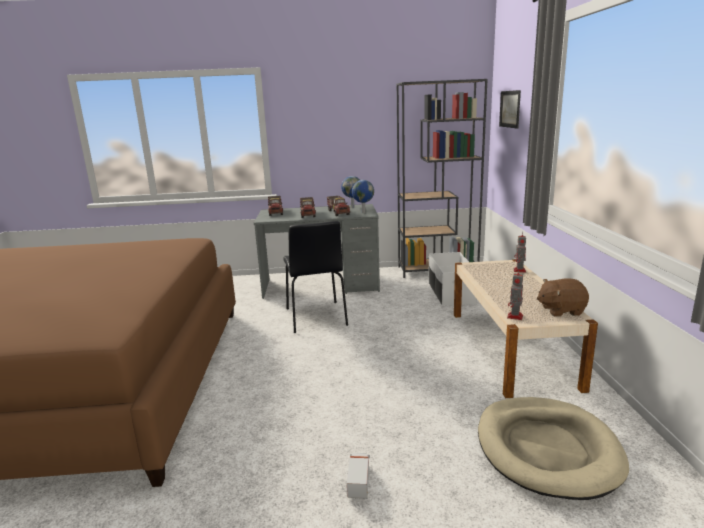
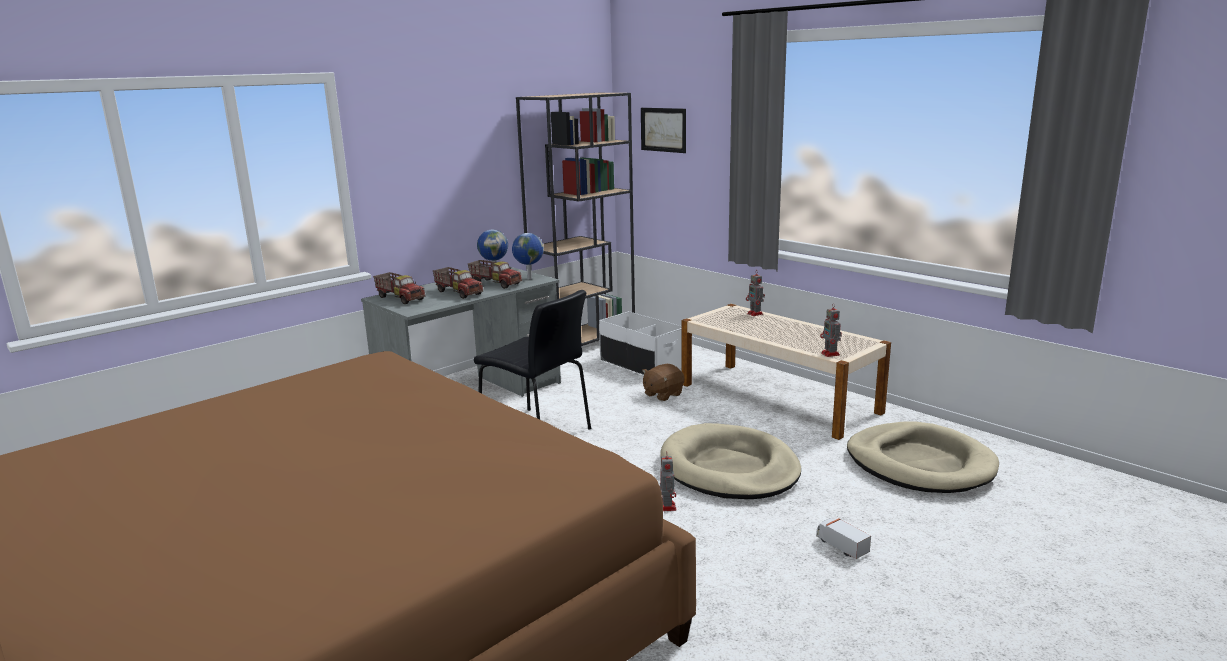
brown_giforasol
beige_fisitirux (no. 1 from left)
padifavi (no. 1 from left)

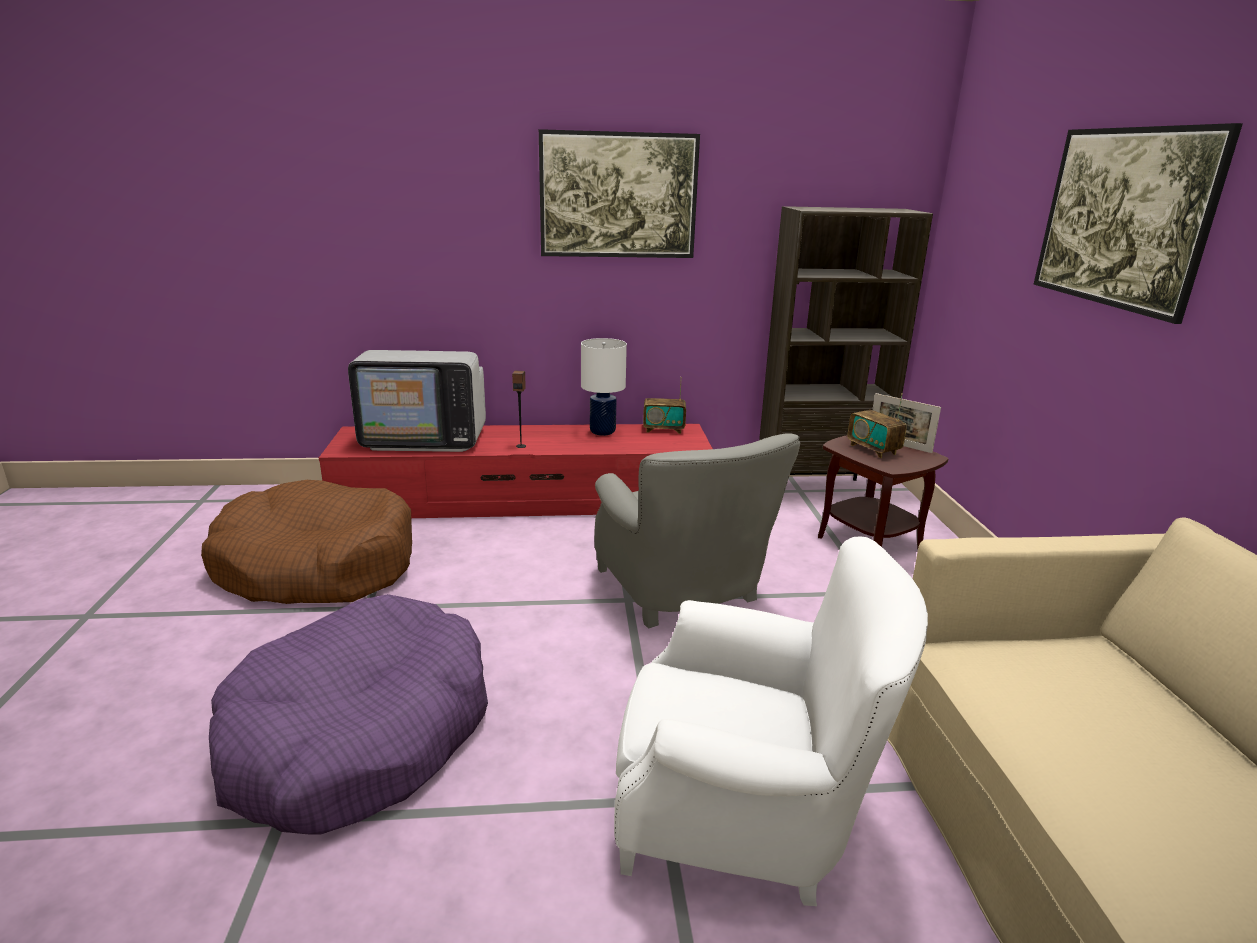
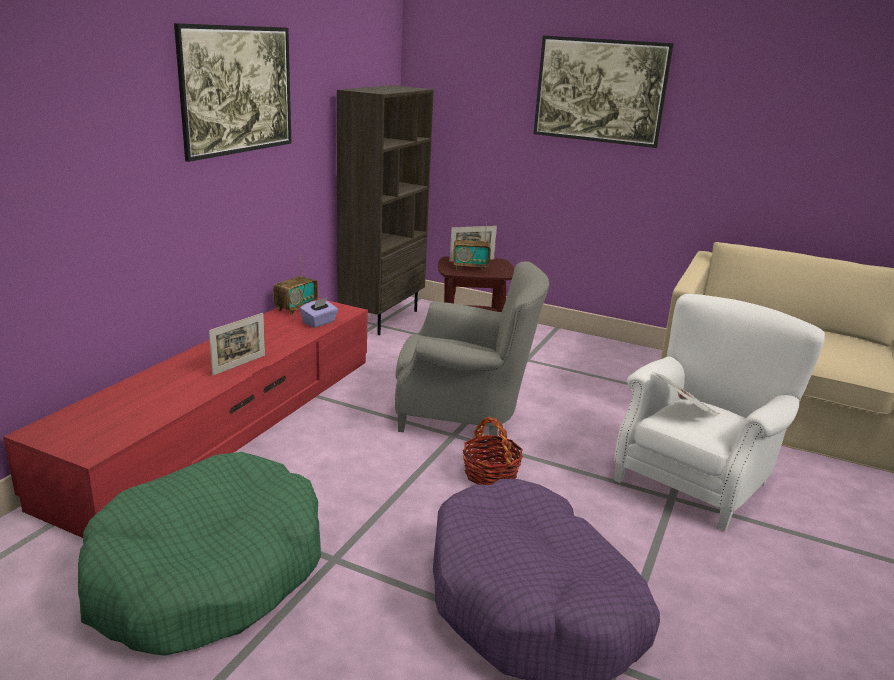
green_fisitirux
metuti
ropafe (no. 1 from left)
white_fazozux
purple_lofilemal
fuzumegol
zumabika

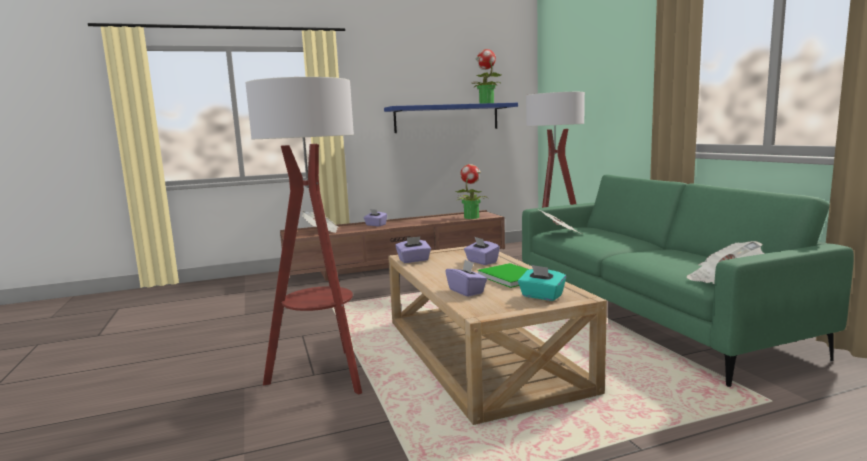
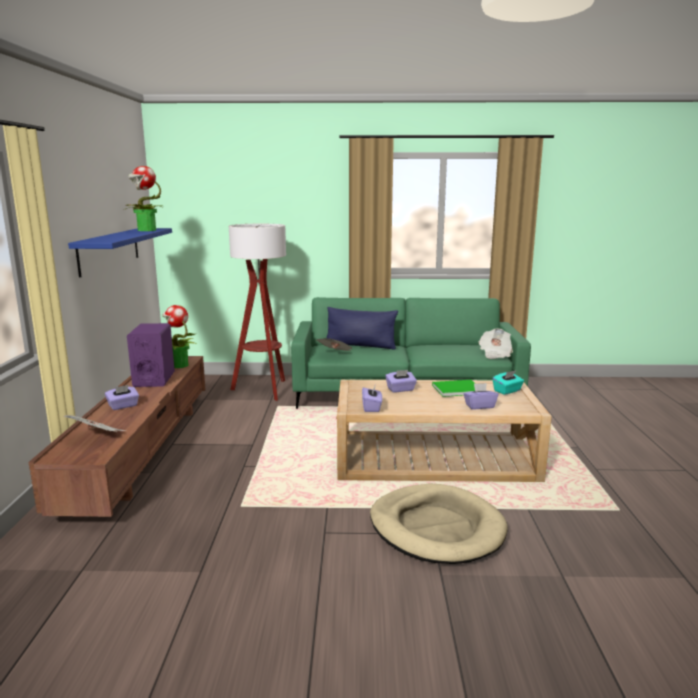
beige_fisitirux
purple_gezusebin
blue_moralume

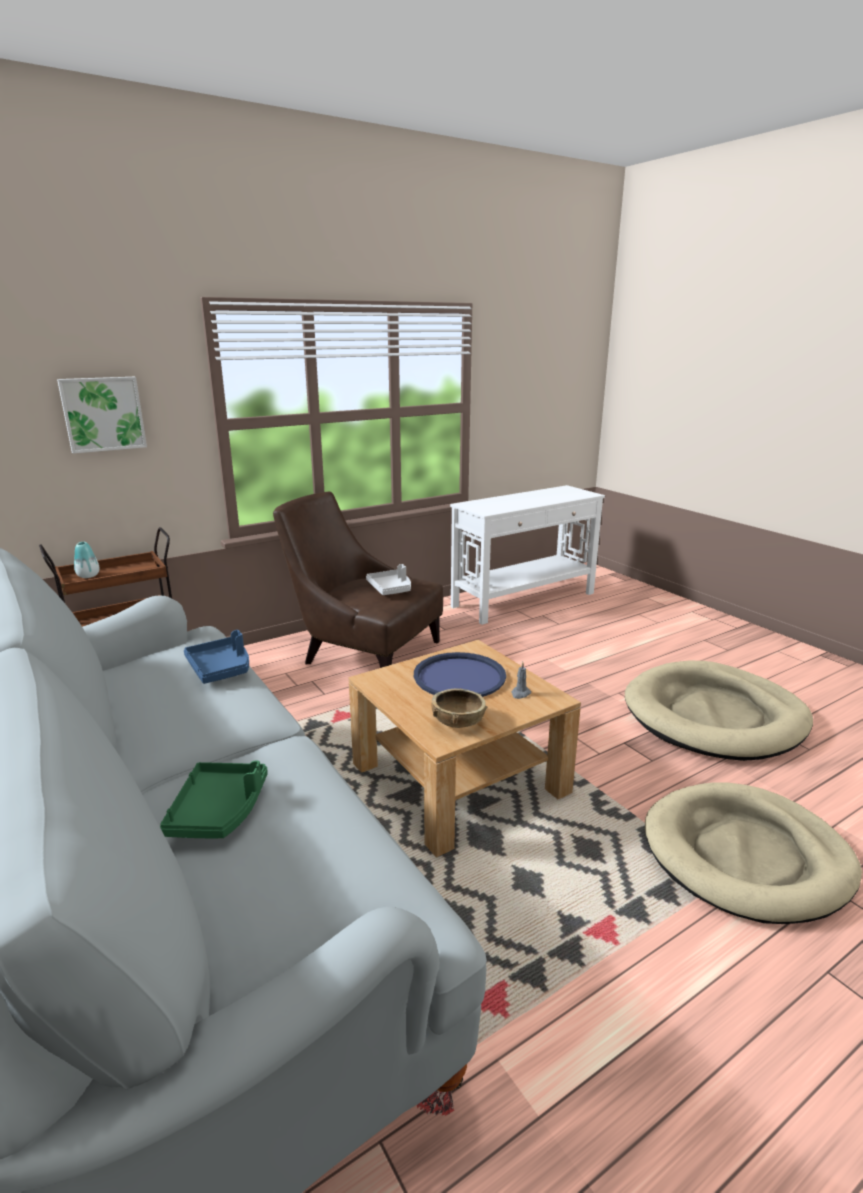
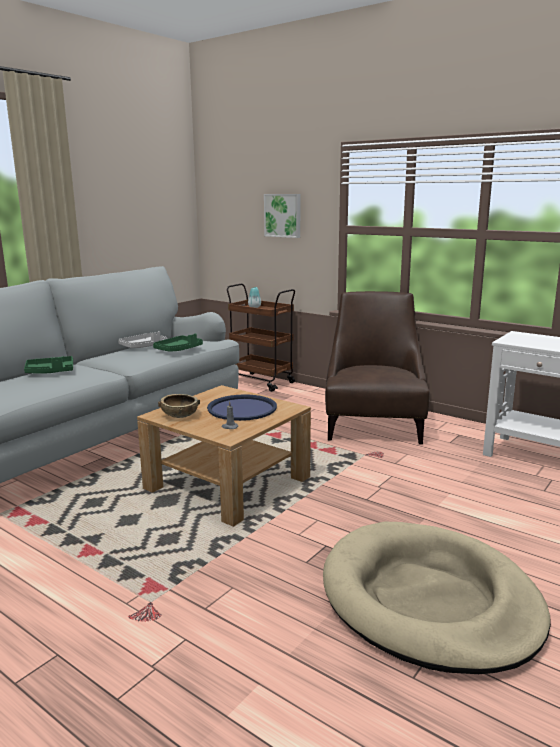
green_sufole (no. 2 from left)
grey_sufole
beige_fisitirux (no. 2 from left in the first image)

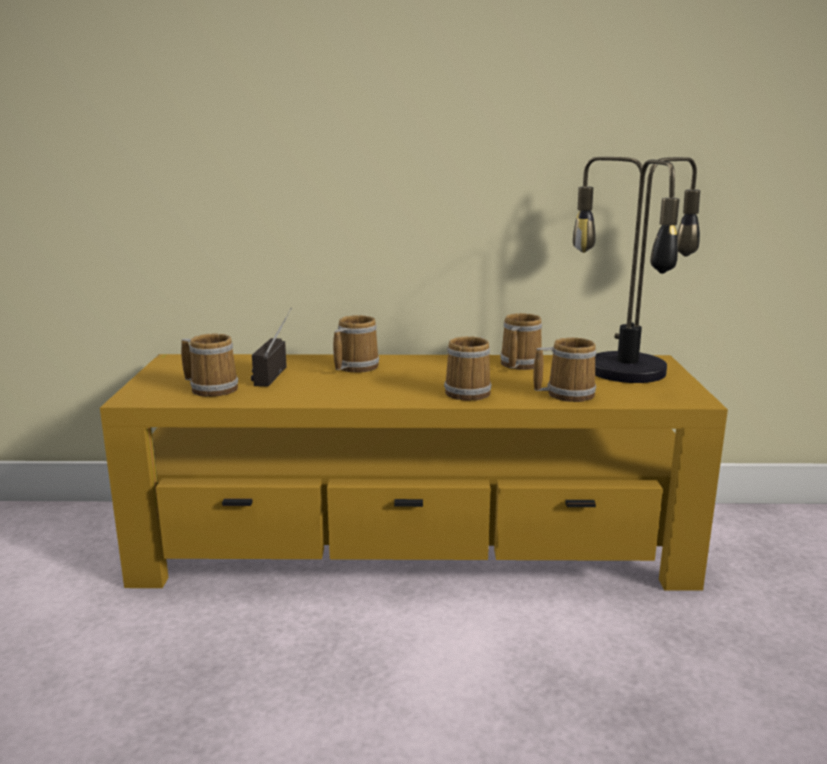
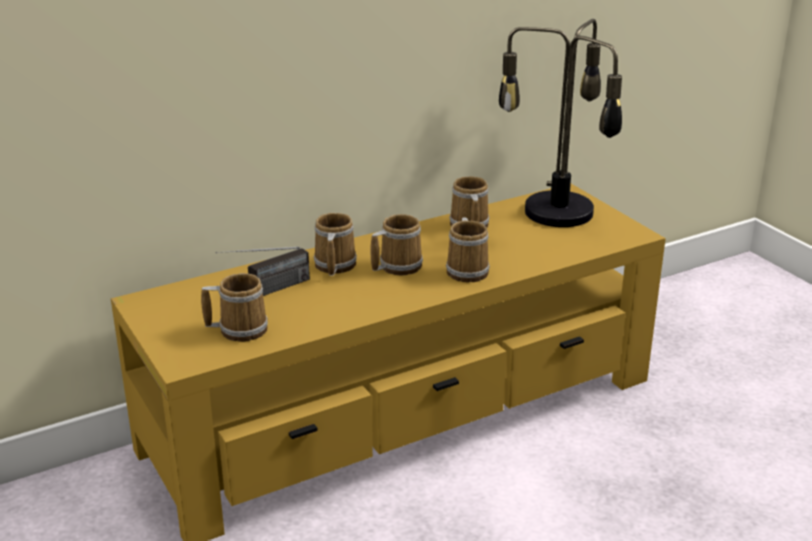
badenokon
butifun (no. 3 from left)

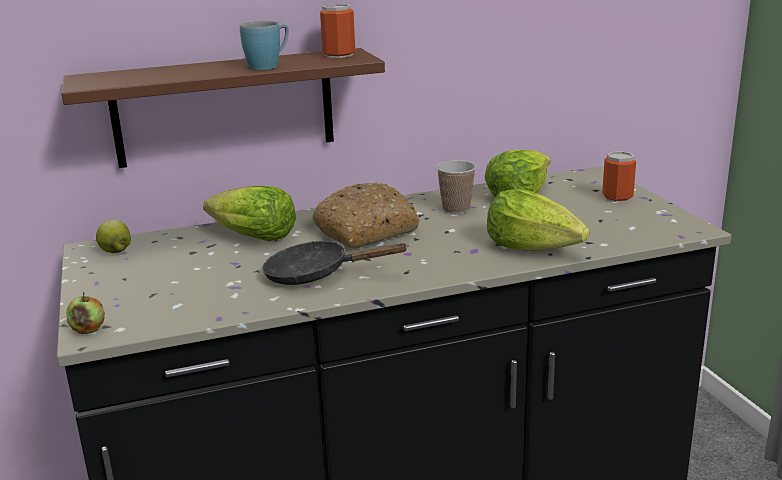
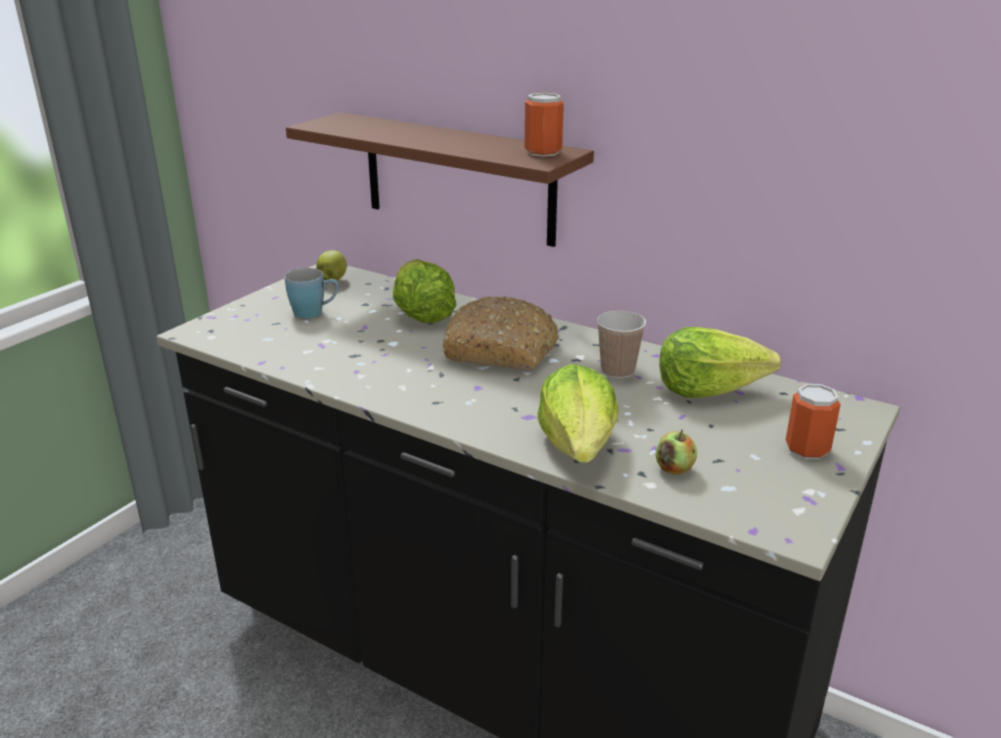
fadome (no. 2 from left)
blue_butifun
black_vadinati

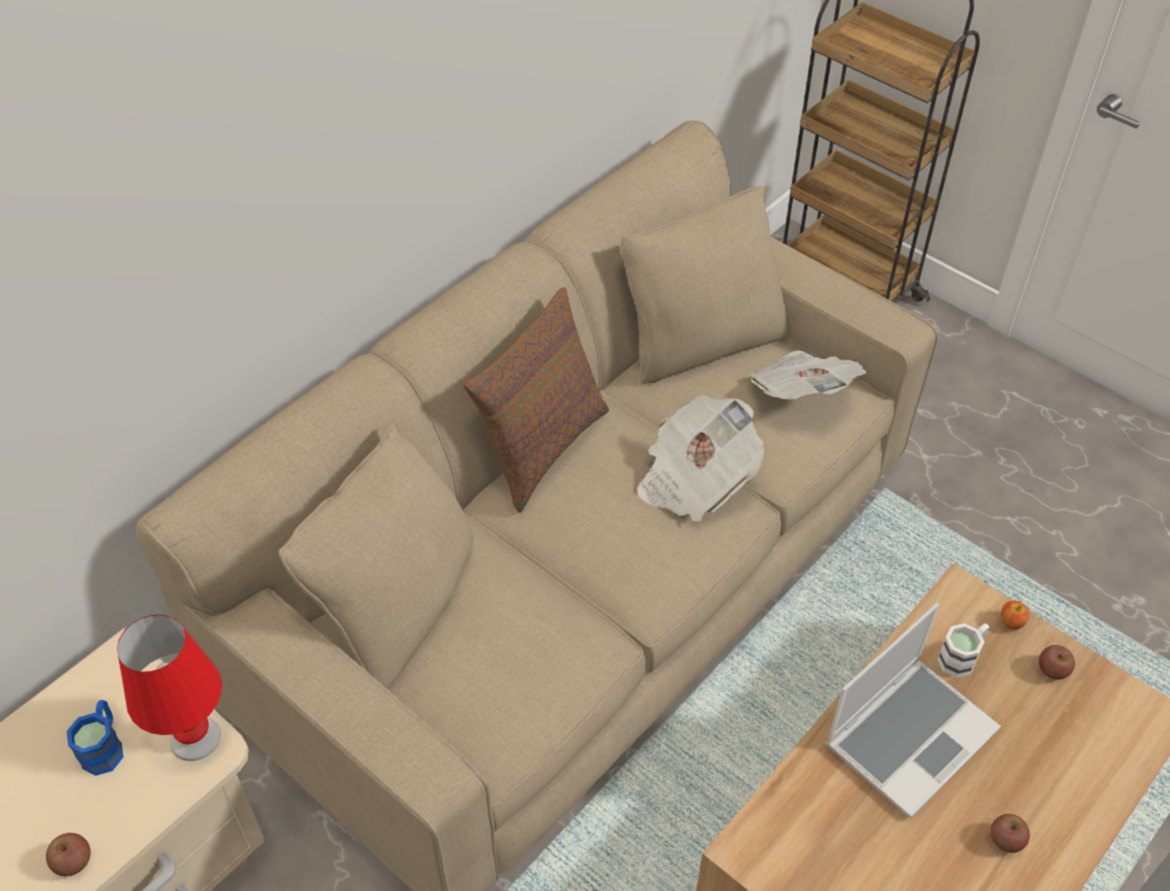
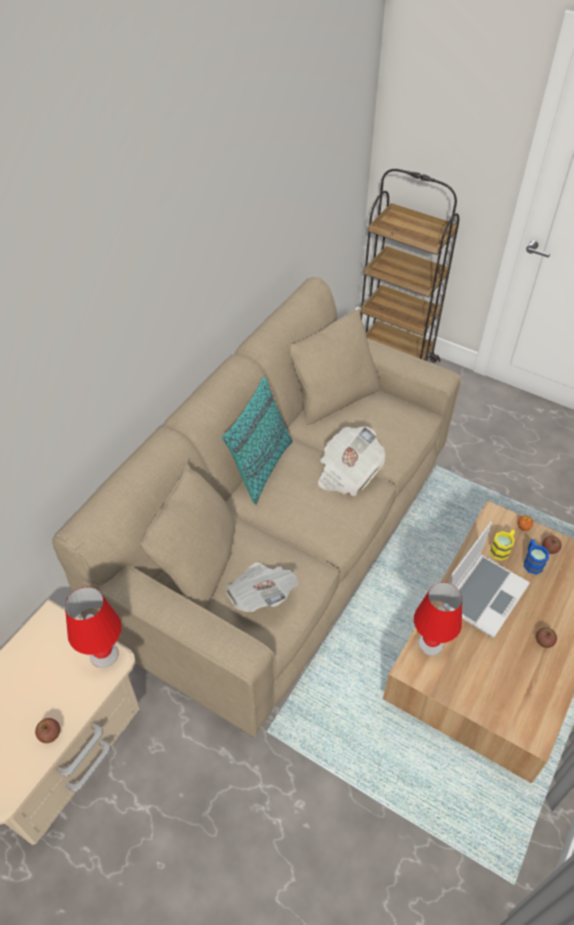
blue_butifun
turquoise_moralume
zumabika (no. 1 from left)
yellow_butifun
red_fazozux (no. 2 from left)

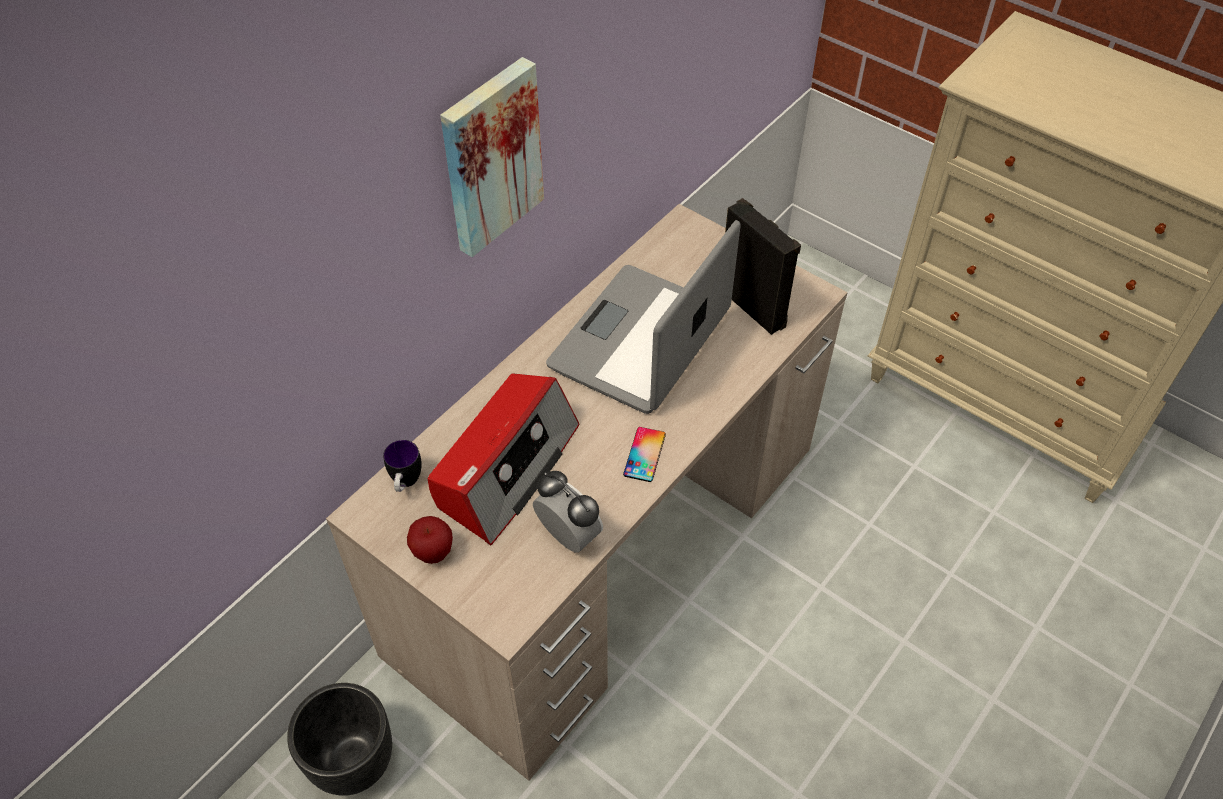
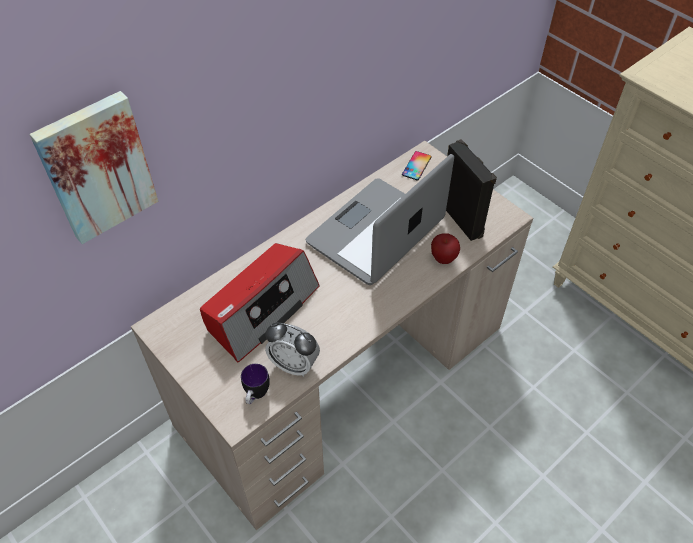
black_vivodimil
butifun
fadome
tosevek
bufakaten
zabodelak

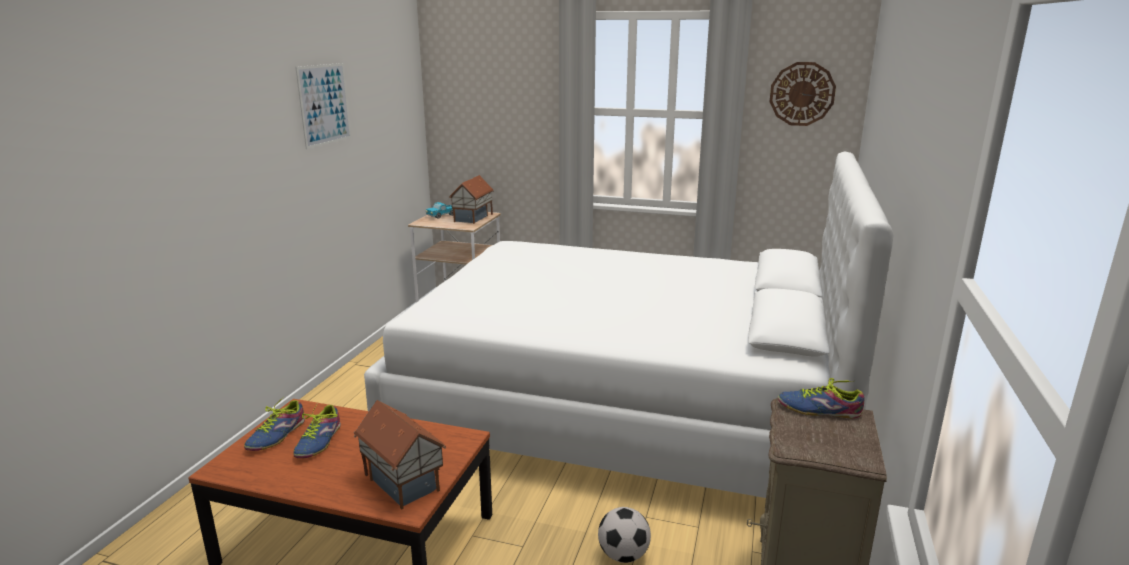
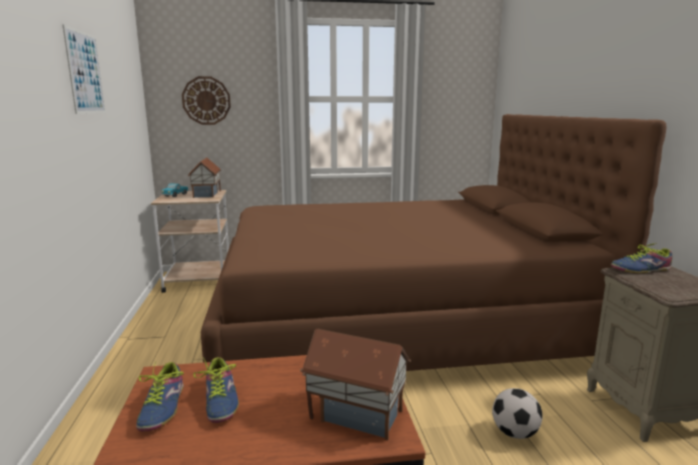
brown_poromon
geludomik

